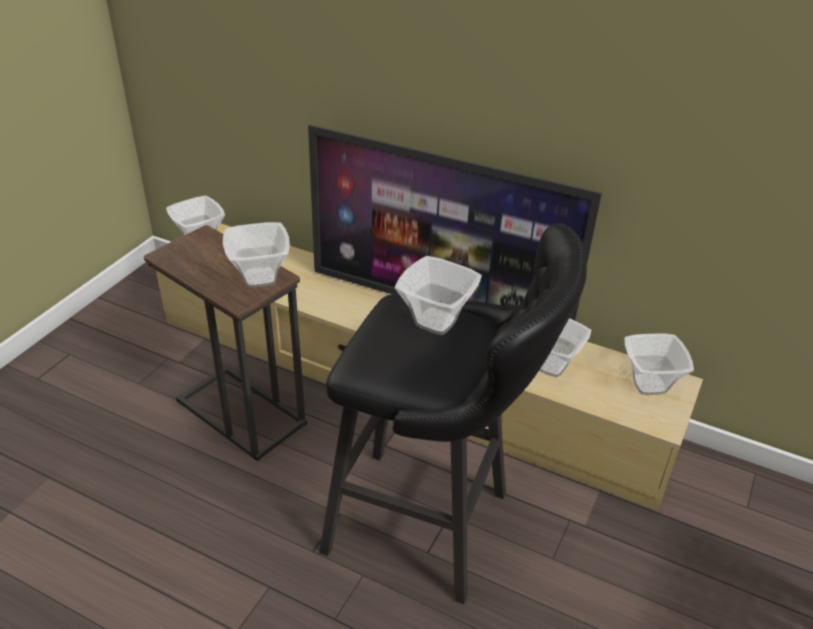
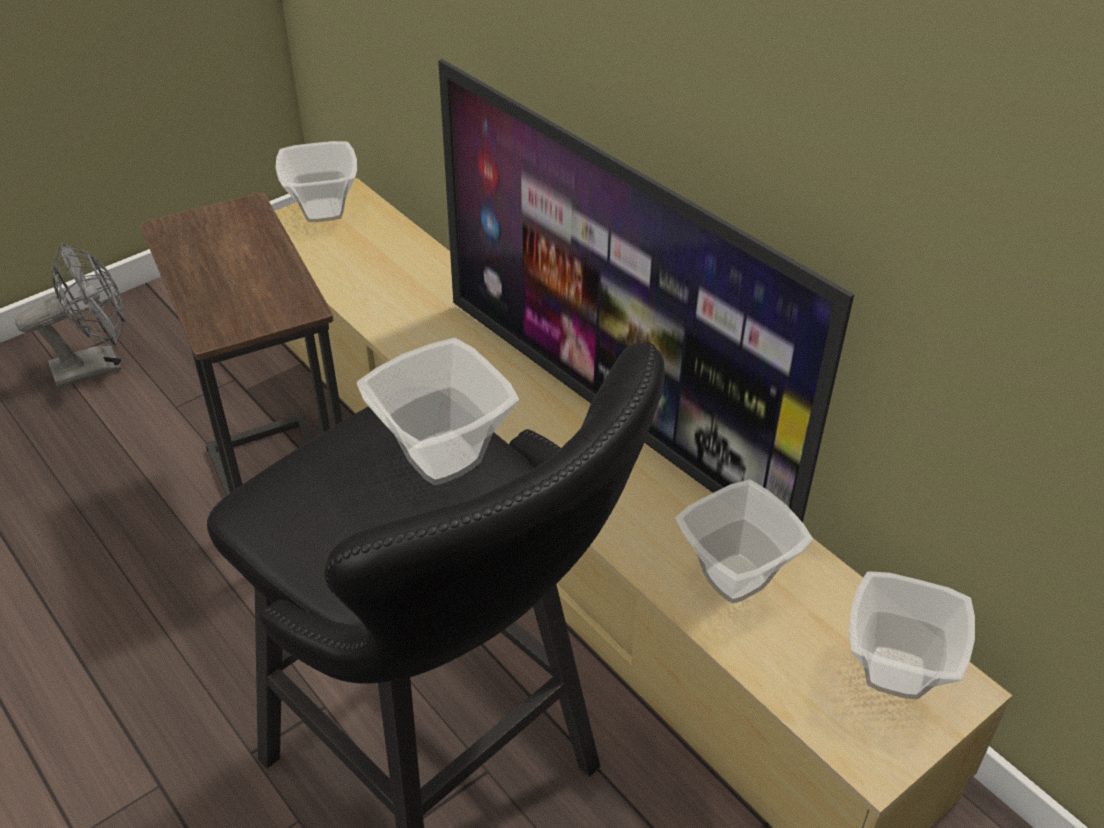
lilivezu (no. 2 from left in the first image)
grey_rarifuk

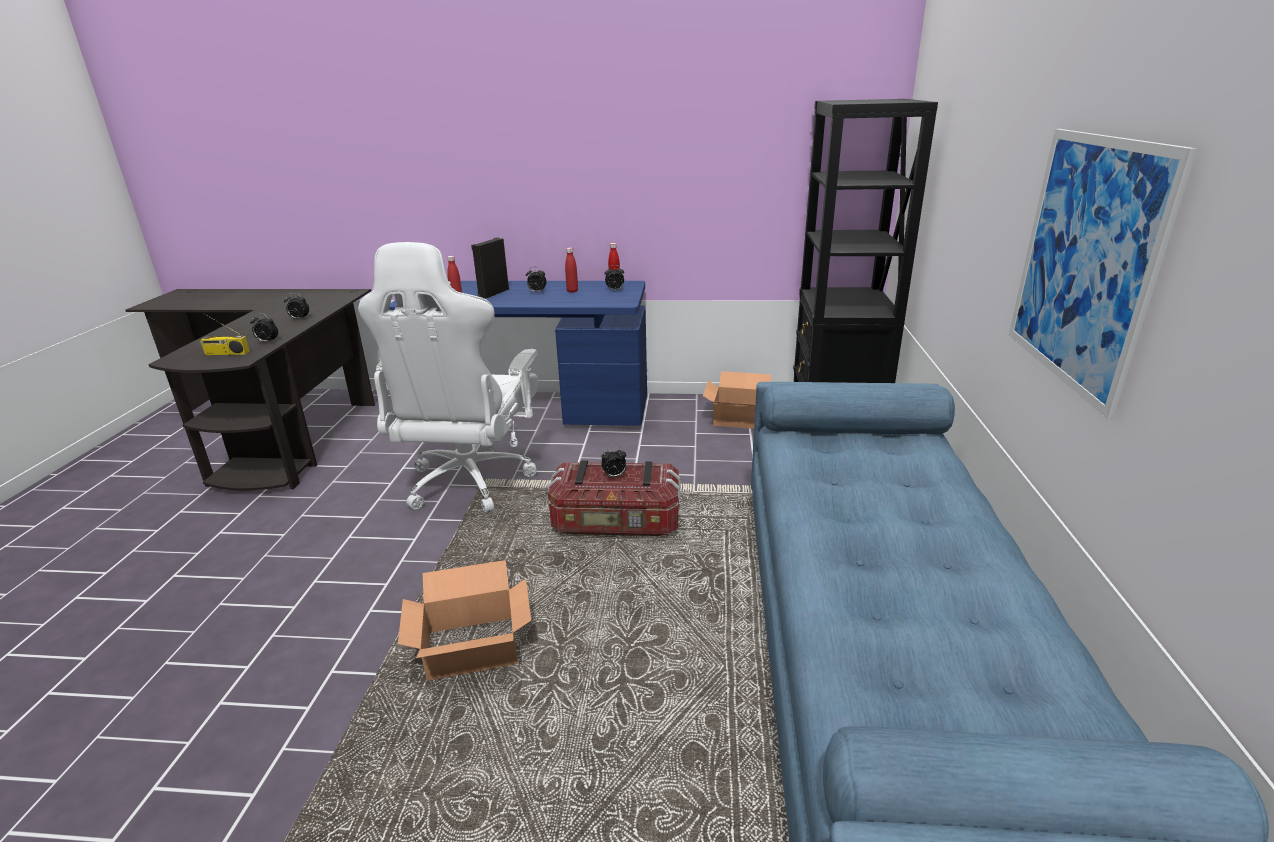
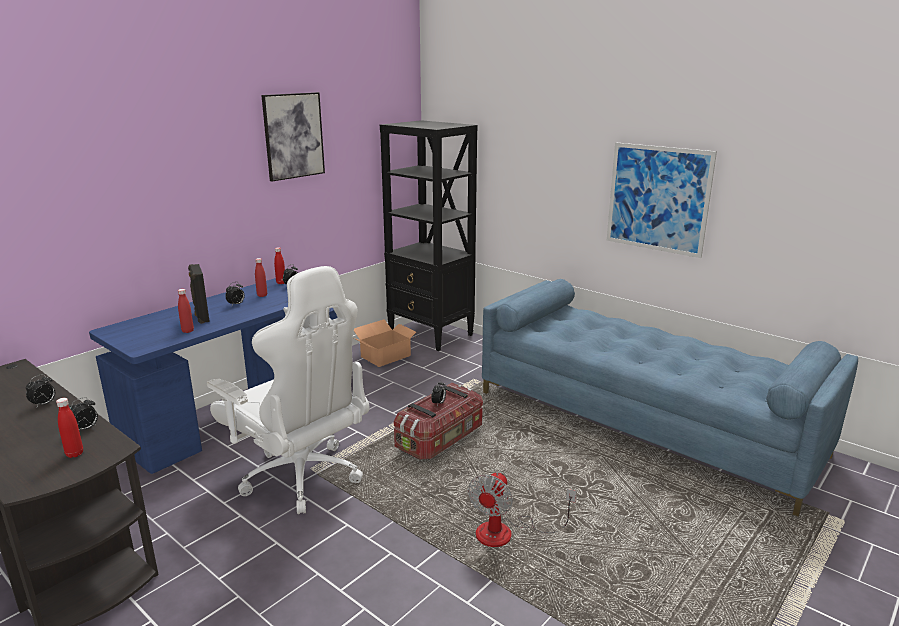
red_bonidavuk (no. 1 from left)
rarifuk
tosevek (no. 1 from left)

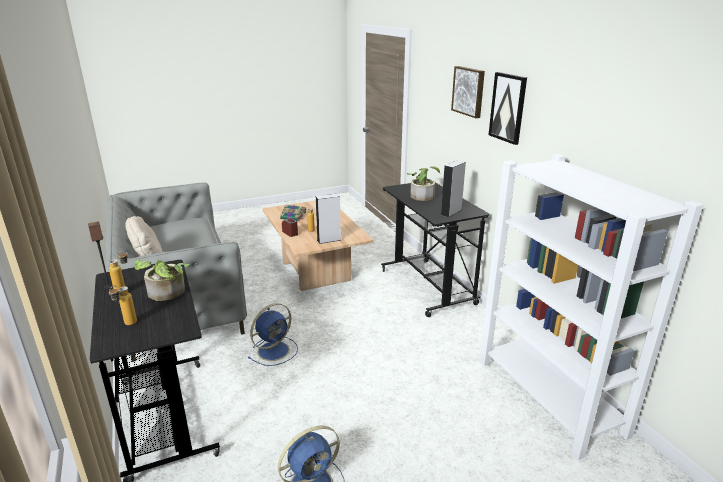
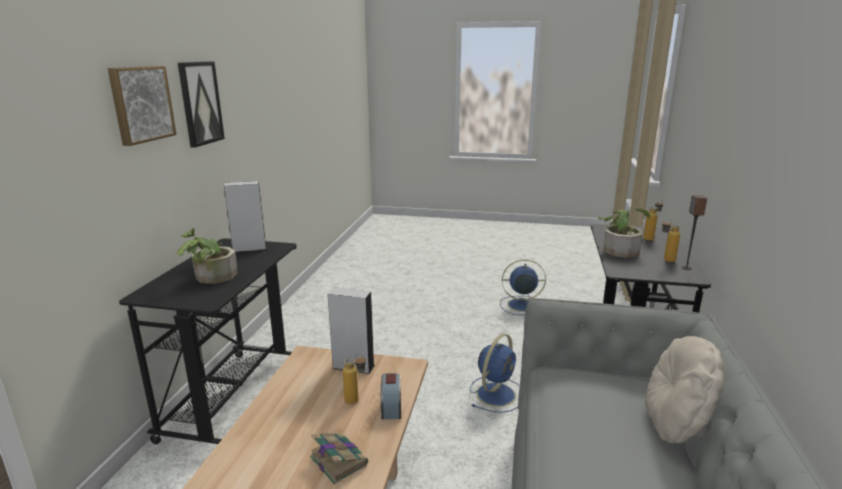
blue_rarifuk (no. 1 from left)
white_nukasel

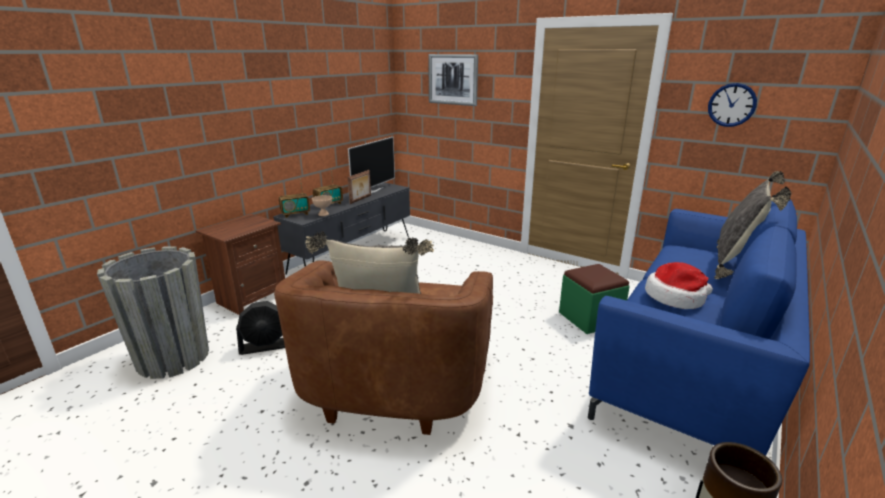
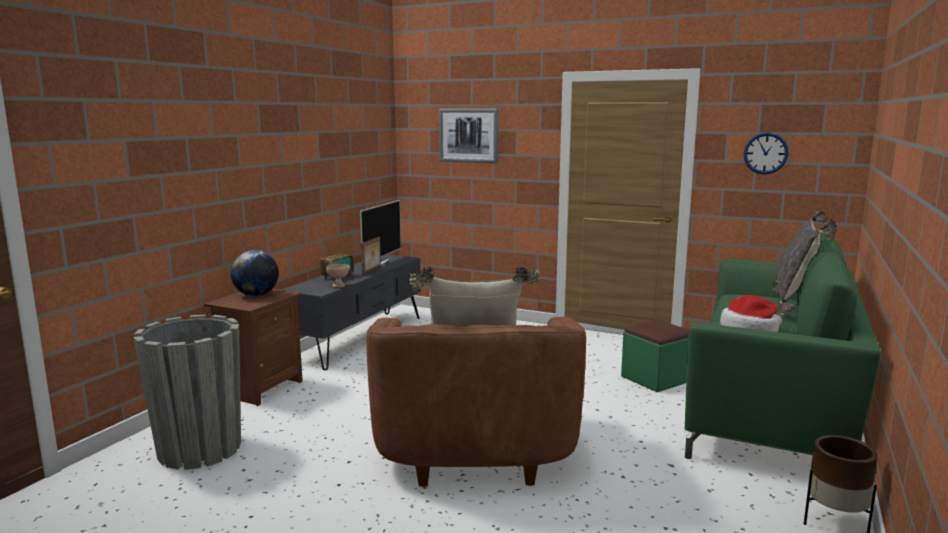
black_rarifuk
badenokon (no. 1 from left in the first image)
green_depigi
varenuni

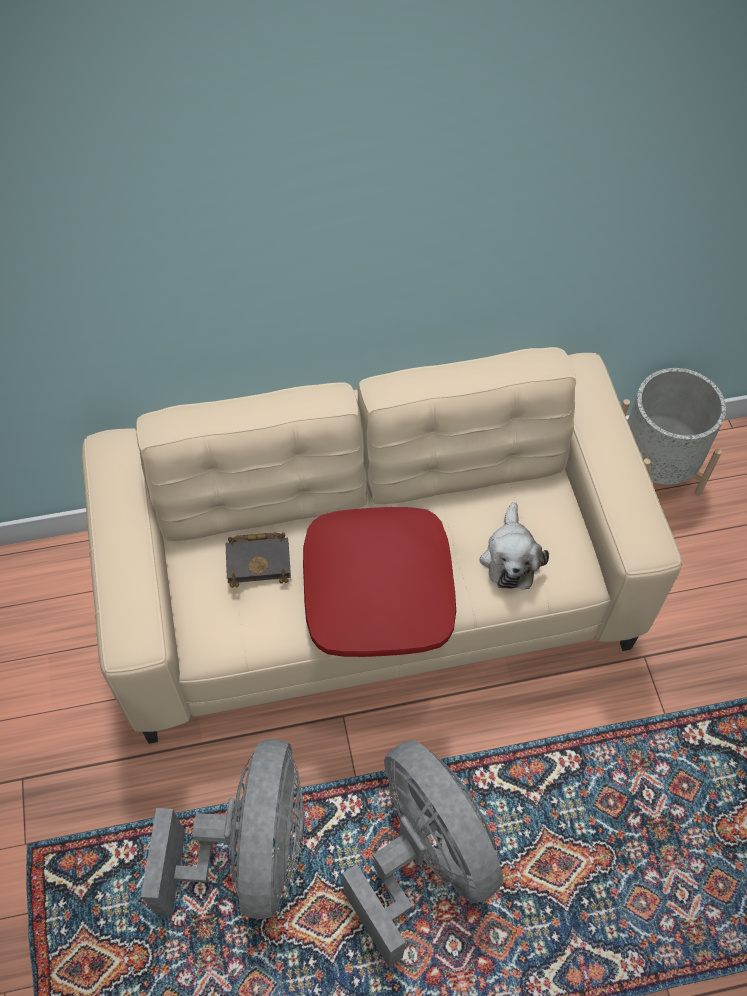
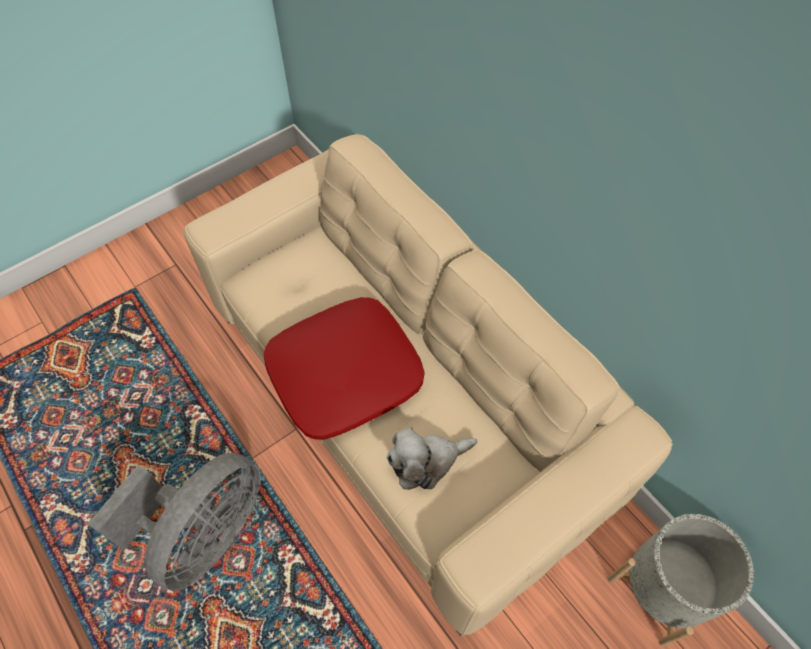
grey_rarifuk (no. 1 from left in the first image)
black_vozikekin

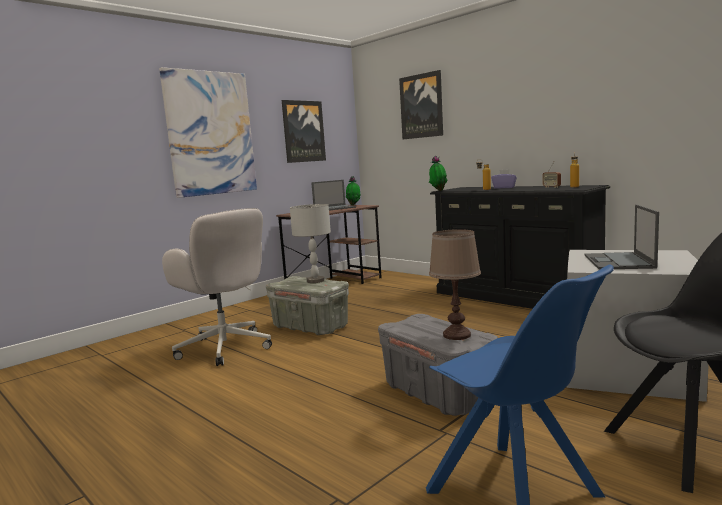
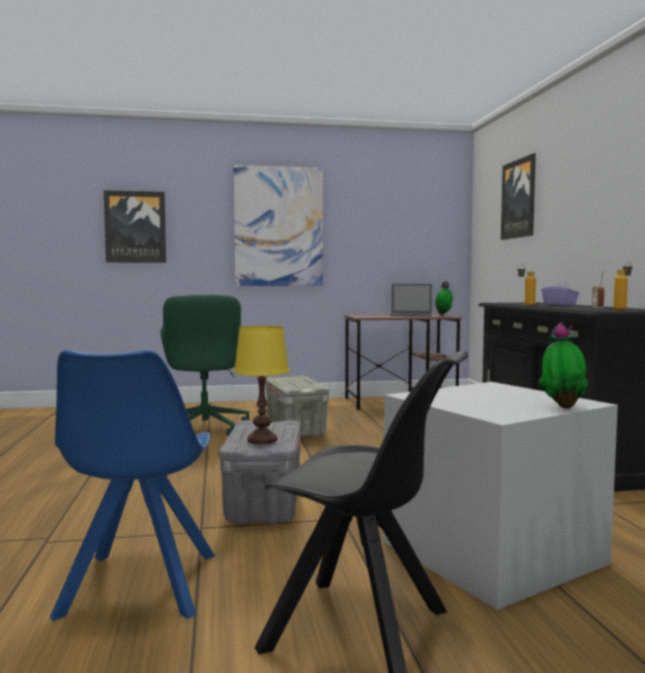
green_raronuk
tosevek (no. 1 from left)
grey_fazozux
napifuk (no. 2 from left)
yellow_fazozux
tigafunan (no. 2 from left in the first image)

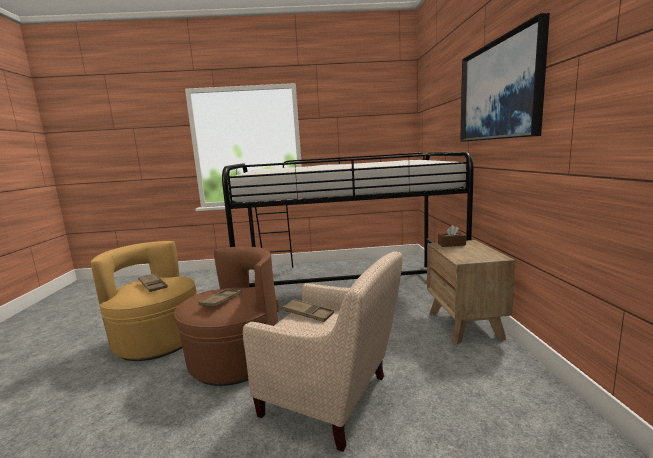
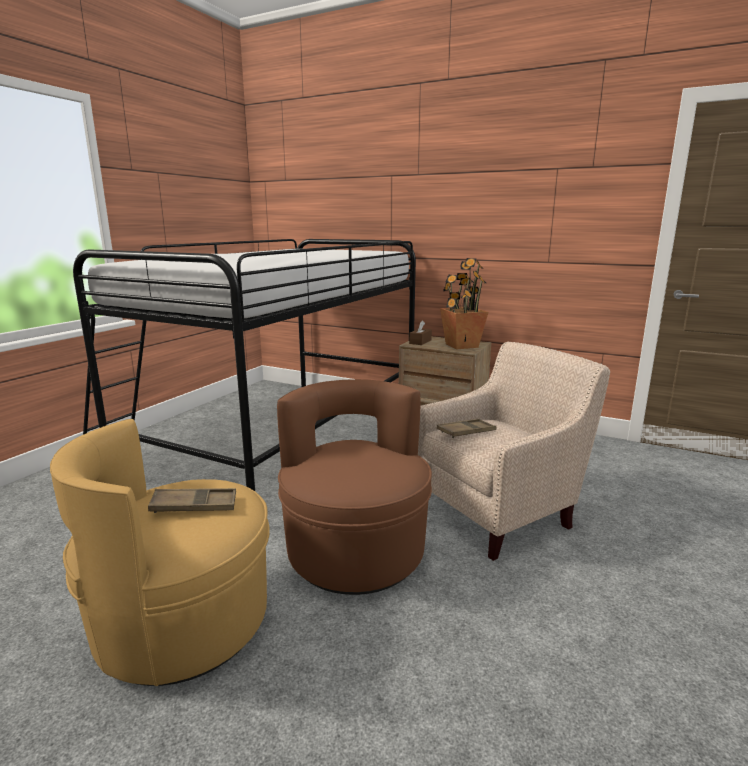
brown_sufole (no. 2 from left in the first image)
tosevek
napifuk

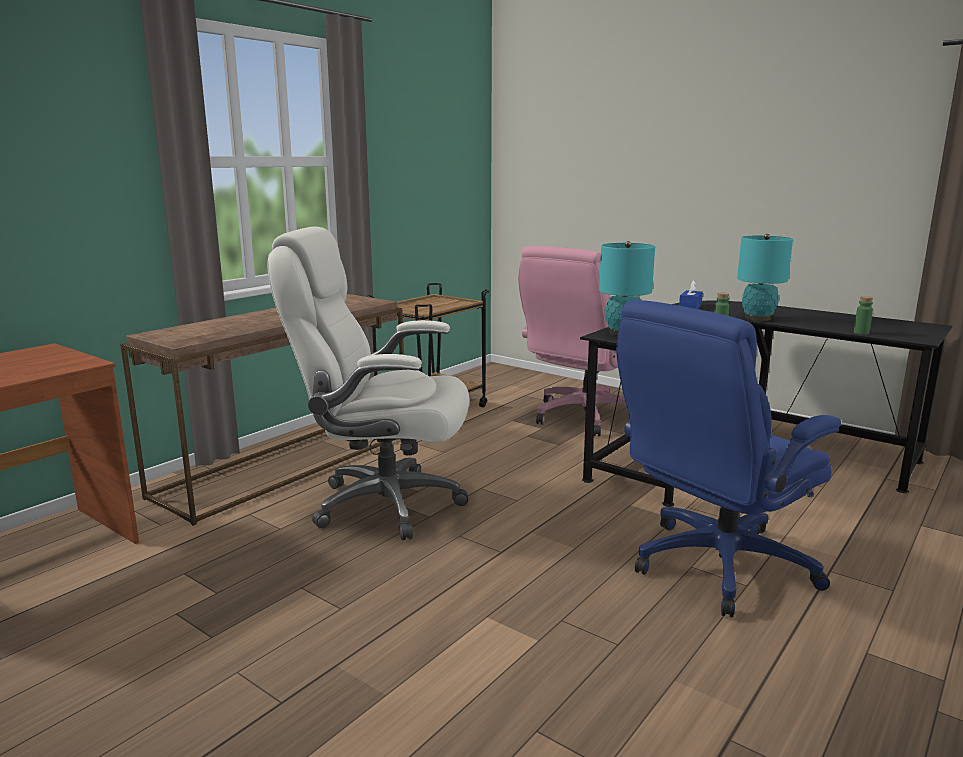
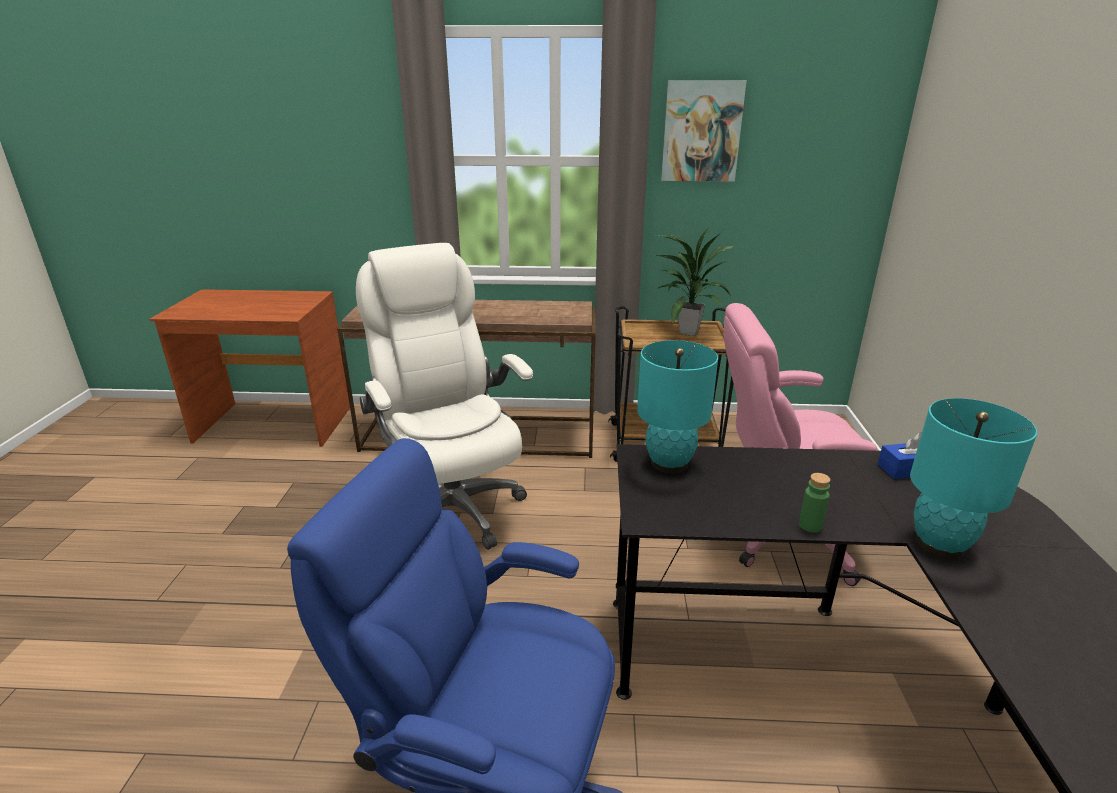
green_bonidavuk (no. 2 from left in the first image)
napifuk
tosevek

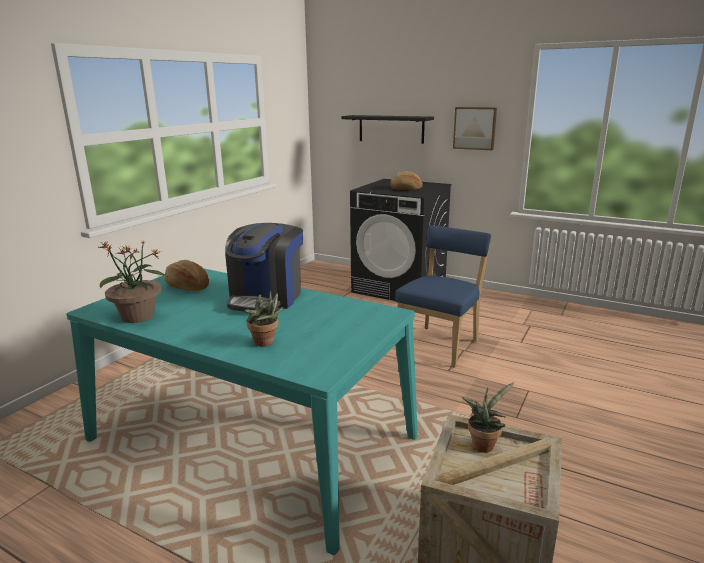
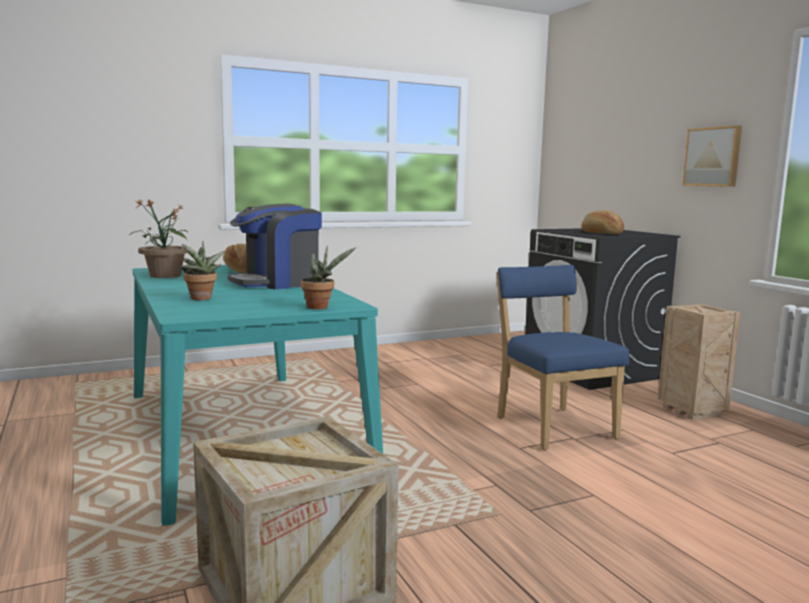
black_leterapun
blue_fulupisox
napifuk (no. 3 from left)
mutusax (no. 2 from left)

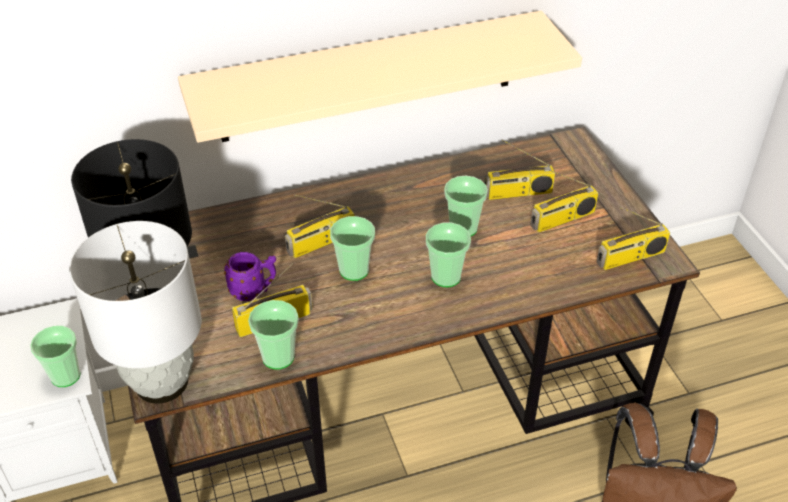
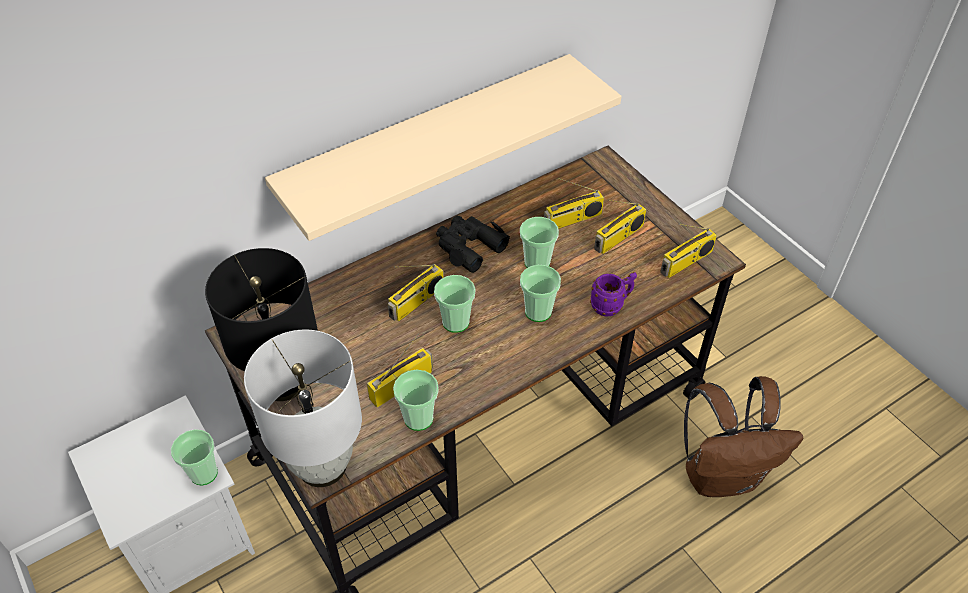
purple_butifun
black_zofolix

